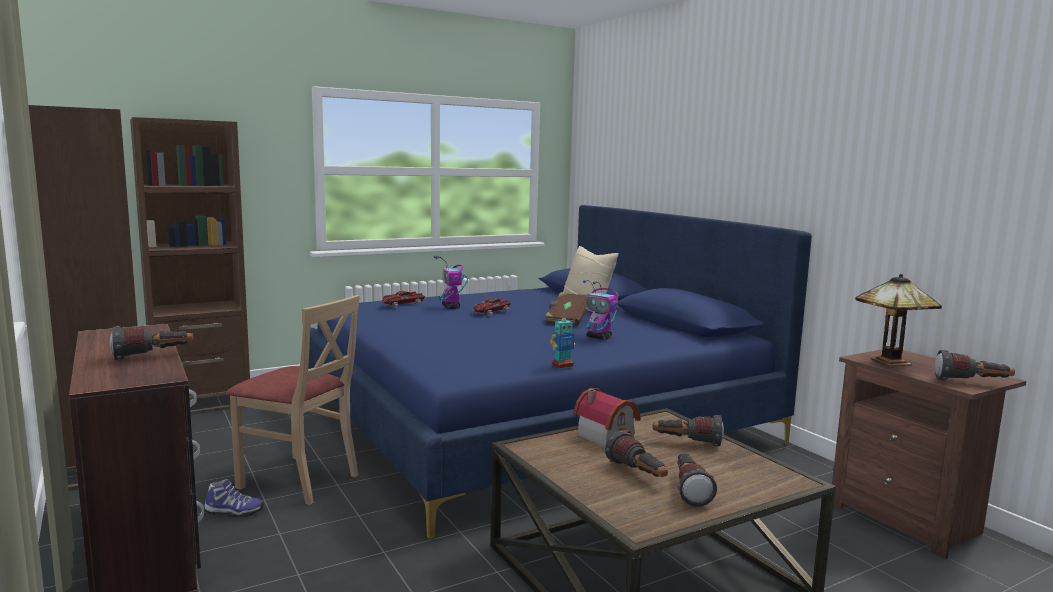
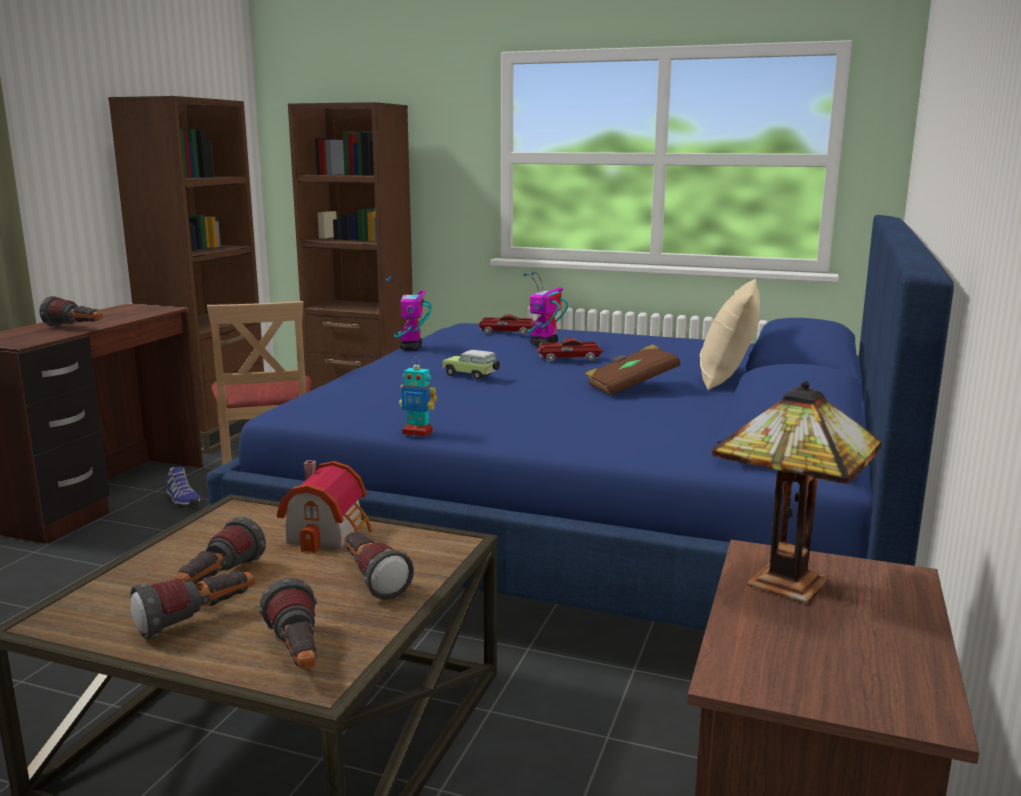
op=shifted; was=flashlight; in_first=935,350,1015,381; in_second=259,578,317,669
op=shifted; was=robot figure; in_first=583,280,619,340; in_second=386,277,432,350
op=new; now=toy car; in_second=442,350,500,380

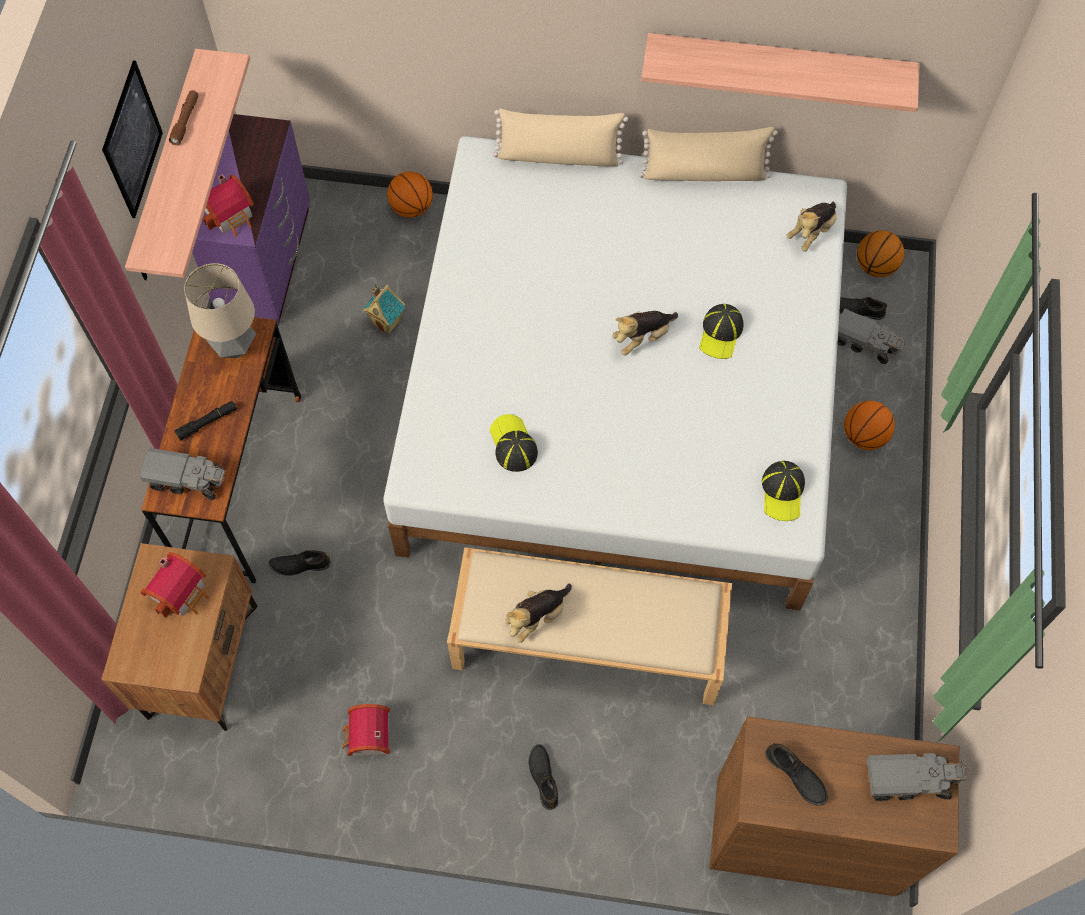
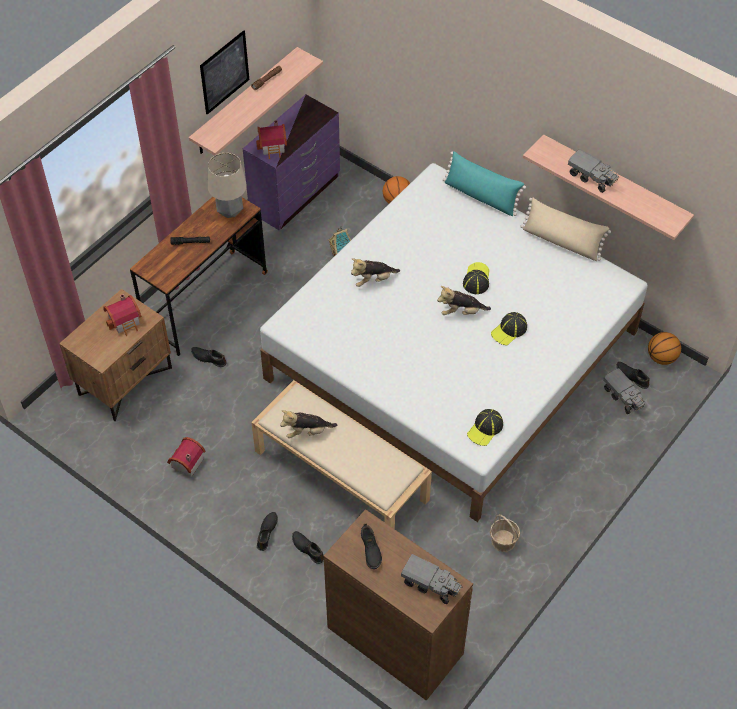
op=new; now=low shoe (blackish); in_second=292,531,324,564
op=shifted; was=cuddly toy; in_first=786,202,837,252; in_second=351,258,400,287
op=repainted; was=cushion (beige-coloured); now=cushion (blue-green); in_first=493,109,628,167; in_second=443,151,526,216
op=shifted; was=baseball cap; in_first=489,414,538,472; in_second=463,262,490,294
op=new; now=basket; in_second=490,514,520,552
op=shifted; was=model truck; in_first=140,448,227,500; in_second=568,149,620,193
op=gone; was=basketball ball; in_first=844,401,895,450

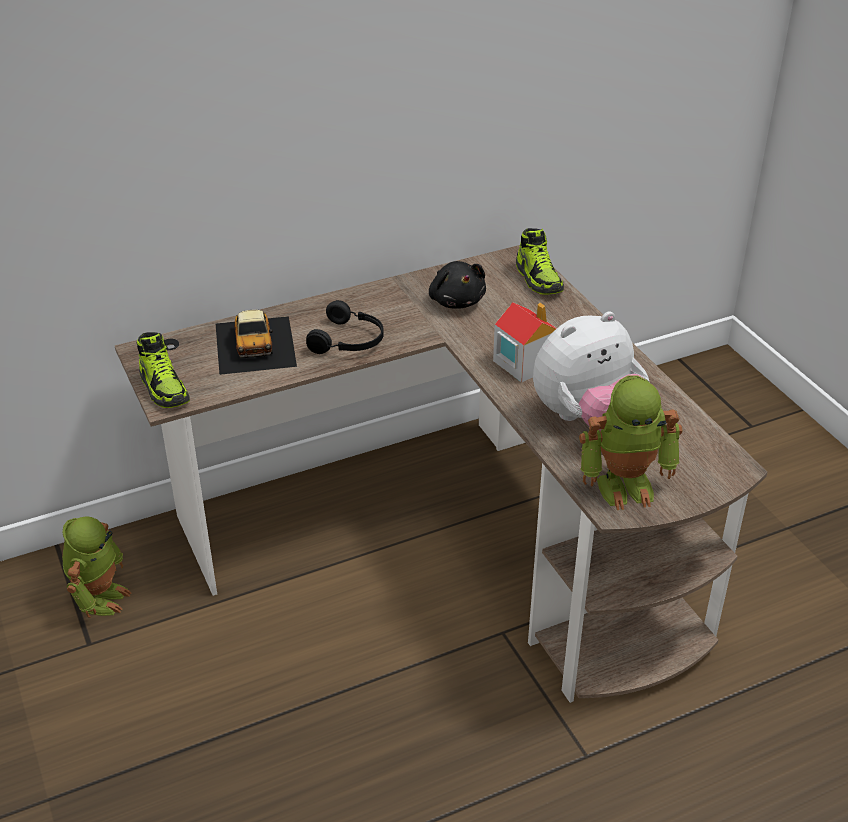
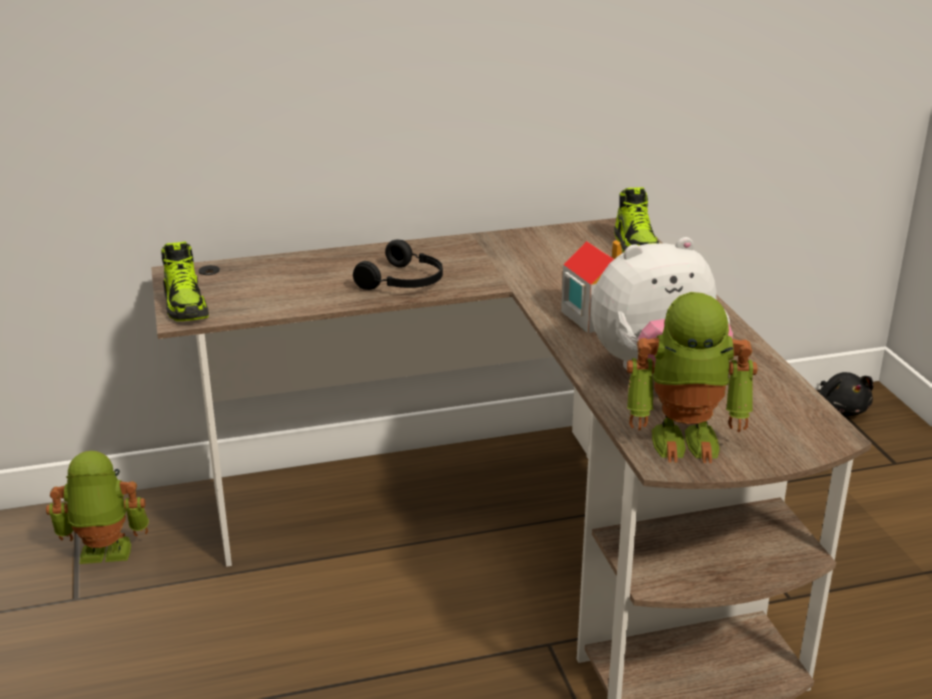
op=rotated; was=robot figure; in_first=62,517,131,618; in_second=46,451,149,564; clockwise=-120
op=shifted; was=cuddly toy (blackish); in_first=429,261,486,309; in_second=819,372,873,416
op=gone; was=toy car; in_first=216,310,297,375

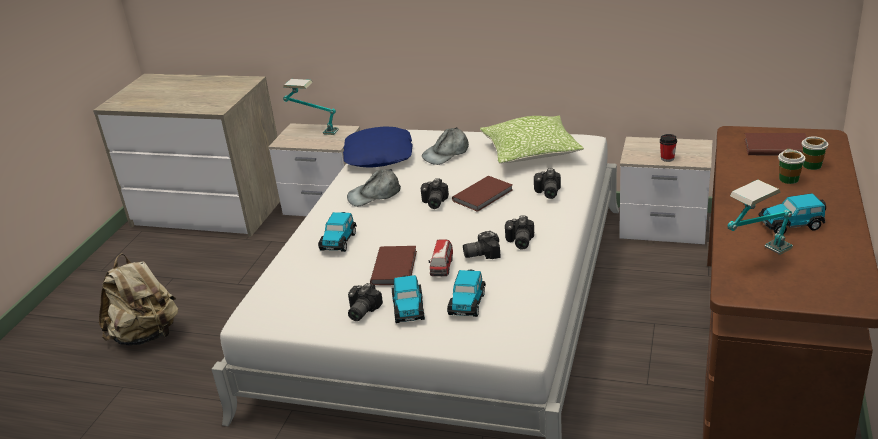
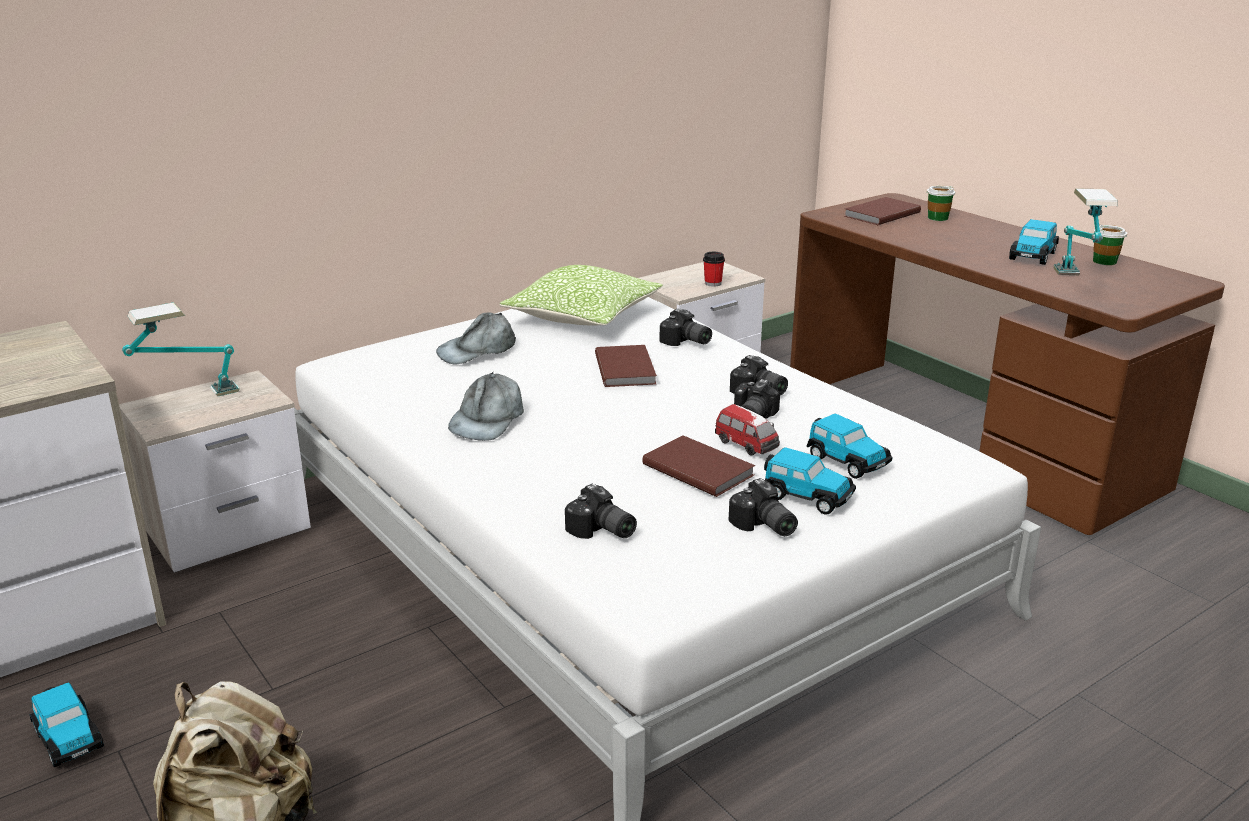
op=shifted; was=toy car; in_first=318,212,357,252; in_second=29,682,104,767
op=rotated; was=baseball cap (greyish); in_first=422,127,469,165; in_second=436,312,516,365; clockwise=60
op=shifted; was=still camera; in_first=421,178,449,209; in_second=565,484,637,539
op=shifted; was=drinking cup; in_first=778,149,805,184; in_second=1093,224,1127,265
op=gone; was=cushion (blue-coloured); in_first=343,126,413,168

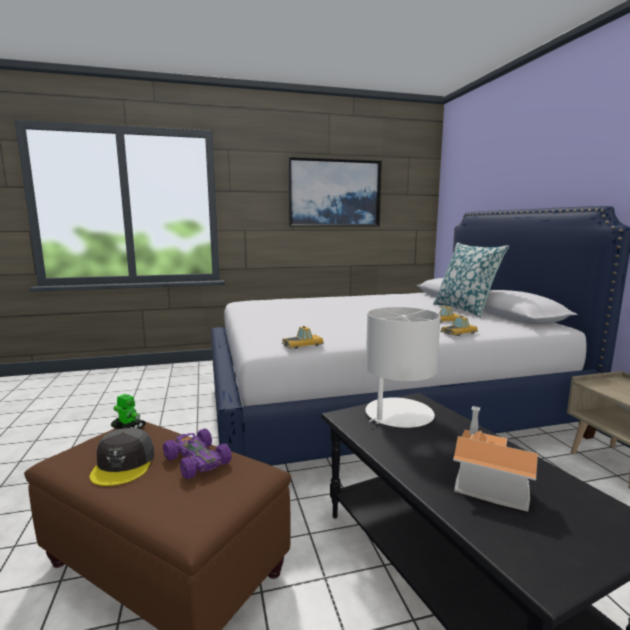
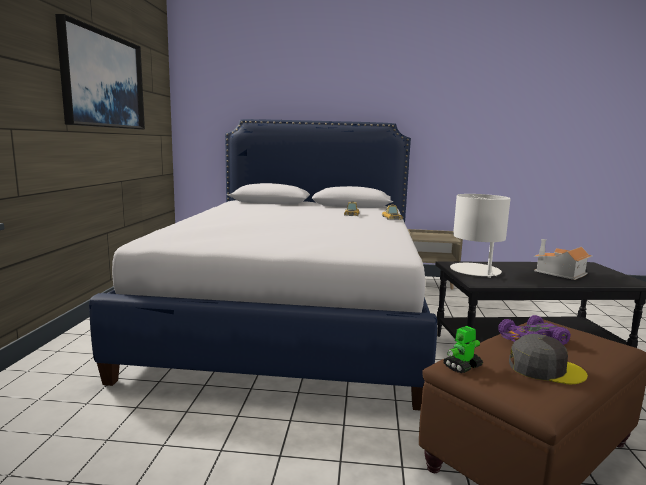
op=gone; was=toy car; in_first=282,326,324,349
op=gone; was=cushion; in_first=433,243,509,318

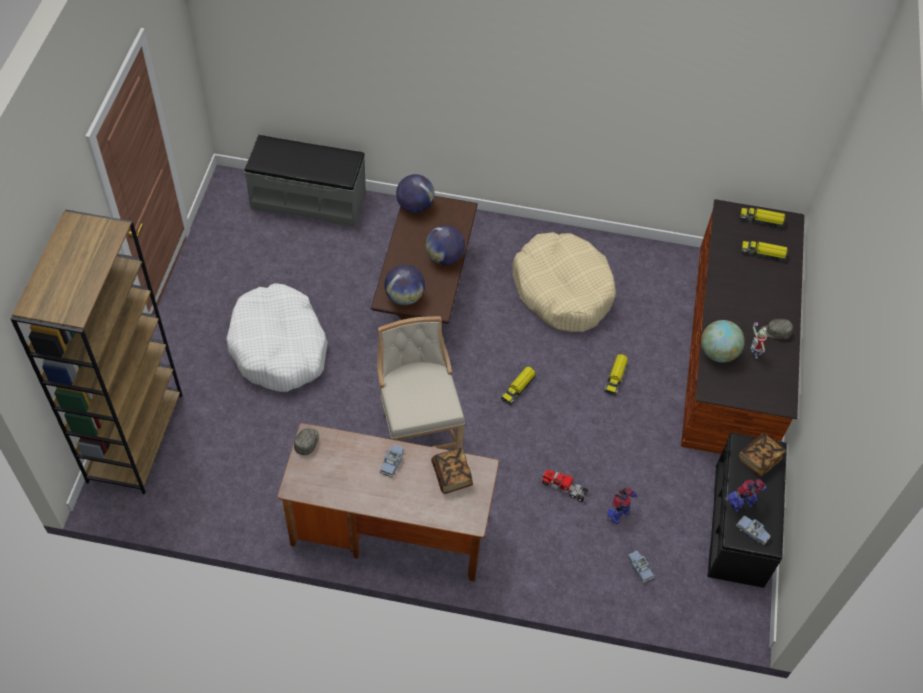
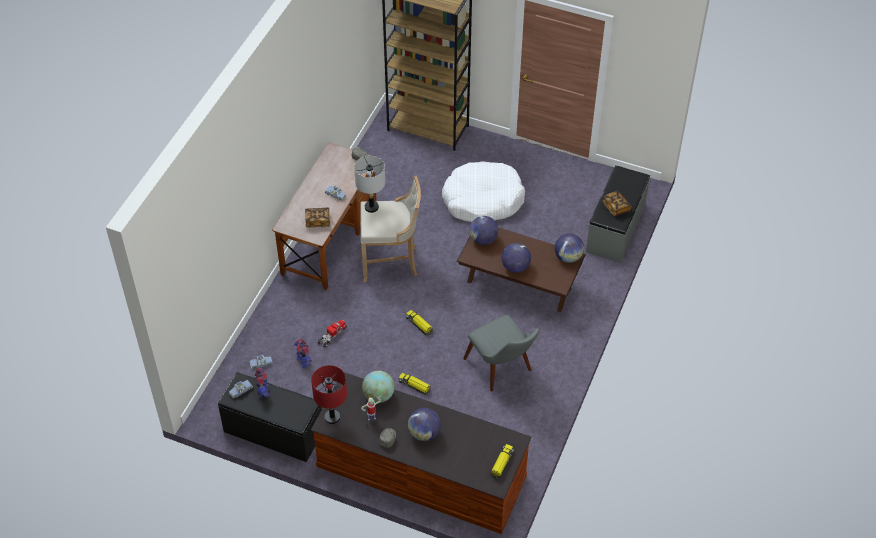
op=new; now=tabletop lamp (reddish); in_second=311,365,347,424
op=new; now=tabletop lamp (greyish); in_second=354,155,385,213
op=new; now=world globe; in_second=408,408,441,441
op=swapped; was=dog bed (beige-coloured); now=upright chair (greyish); in_first=512,232,616,332; in_second=463,315,539,391
op=shifted; was=bound book; in_first=738,433,786,476; in_second=602,191,632,216
op=gone; was=model truck; in_first=741,240,788,261

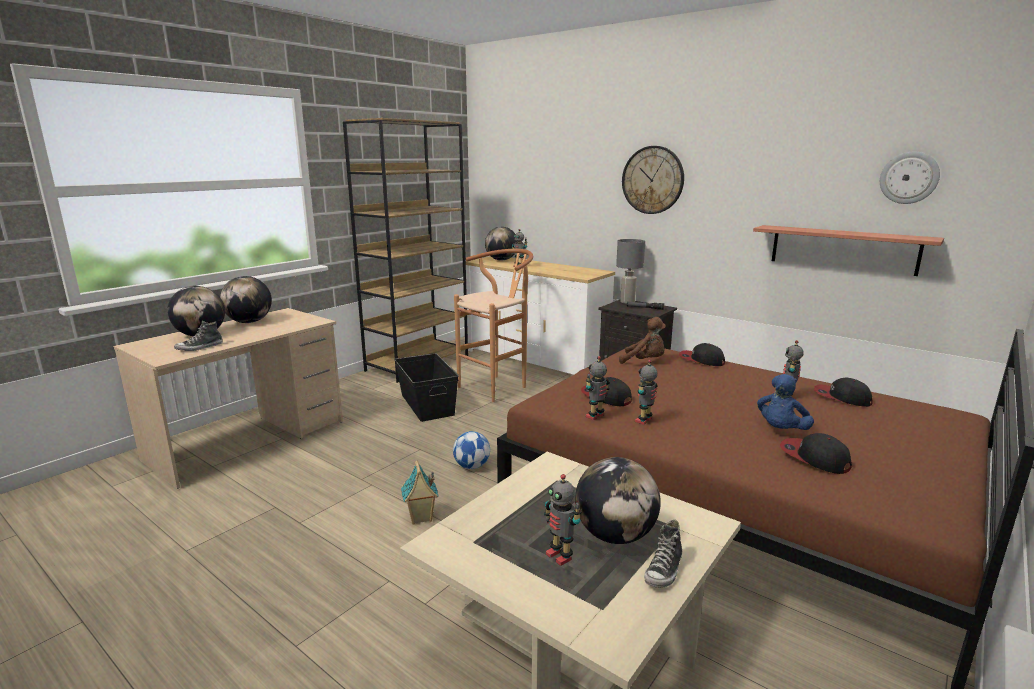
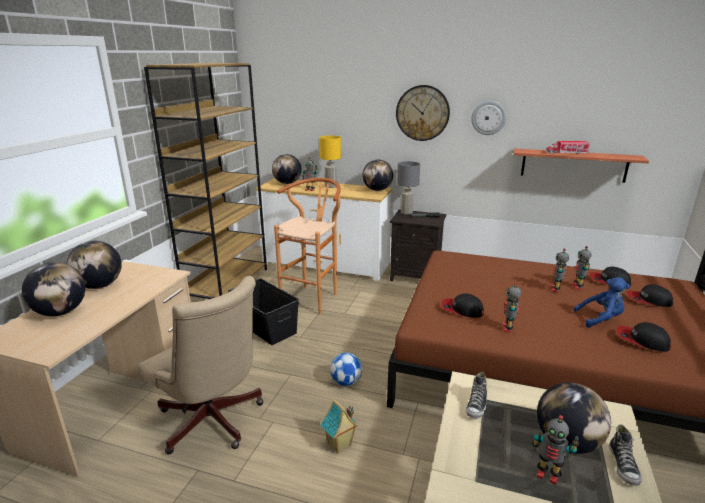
op=new; now=computer chair (beige-coloured); in_second=138,276,264,454
op=new; now=tabletop lamp (yellow-coloured); in_second=319,135,341,188
op=new; now=world globe; in_second=362,160,393,191
op=shifted; was=low shoe; in_first=174,321,223,351; in_second=466,372,487,418
op=shifted; was=clock on the wall; in_first=880,152,940,204; in_second=471,101,506,135
op=new; now=model truck; in_second=545,141,590,154
op=shifted; was=robot figure; in_first=586,356,610,420; in_second=551,249,569,292
op=rotated; was=cuddly toy (blue-coloured); in_first=757,374,814,430; in_second=573,277,630,328; clockwise=-105
op=shifted; was=baseball cap; in_first=679,343,725,366; in_second=627,284,673,307
op=gone; was=cuddly toy (brown); in_first=619,317,666,364

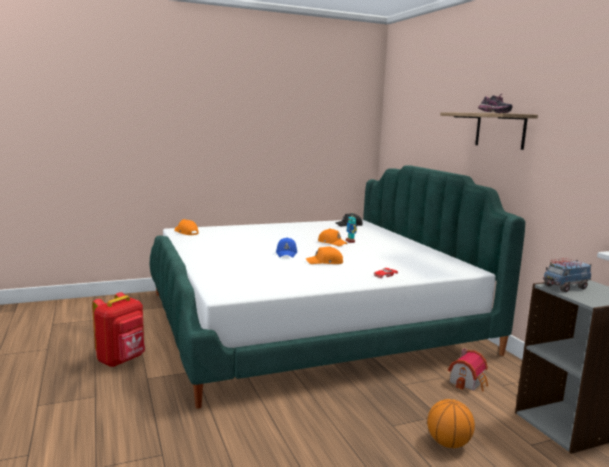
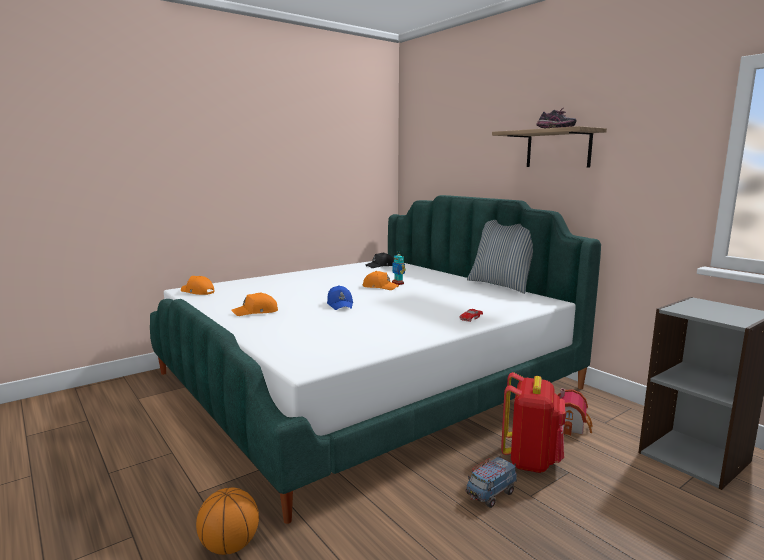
op=shifted; was=basketball ball; in_first=427,399,475,448; in_second=196,488,259,555
op=shifted; was=baseball cap (orange-coloured); in_first=306,246,343,264; in_second=232,292,278,316
op=shifted; was=model truck; in_first=543,258,592,292; in_second=466,456,517,508
op=new; now=cushion; in_second=467,220,533,294
op=shifted; was=rucksack (reddish); in_first=92,292,145,367; in_second=501,372,565,473

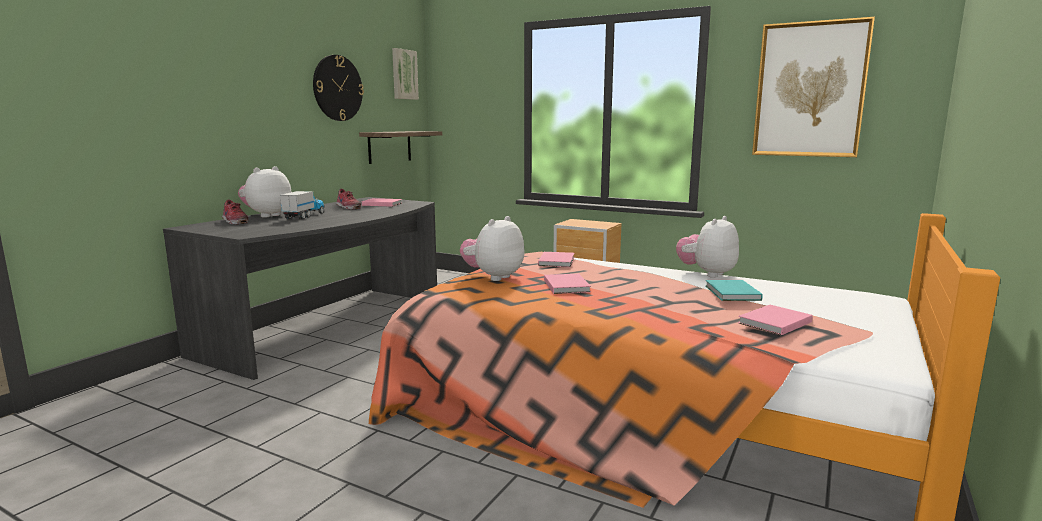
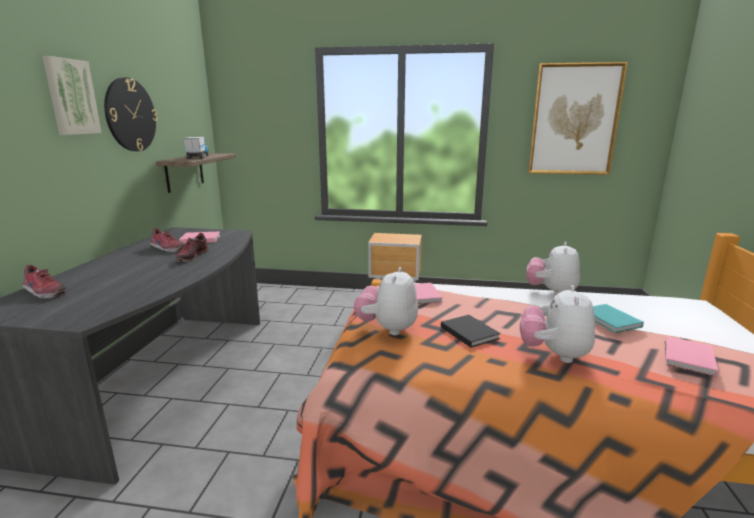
op=shifted; was=picture; in_first=392,48,419,100; in_second=42,56,102,135
op=new; now=low shoe; in_second=175,233,209,262
op=shifted; was=model truck; in_first=280,191,324,219; in_second=183,137,209,159
op=repainted; was=bound book (pink-coloured); now=bound book (blackish); in_first=544,274,591,294; in_second=441,315,501,348
op=shifted; was=cuddly toy; in_first=238,166,291,218; in_second=520,285,595,363

